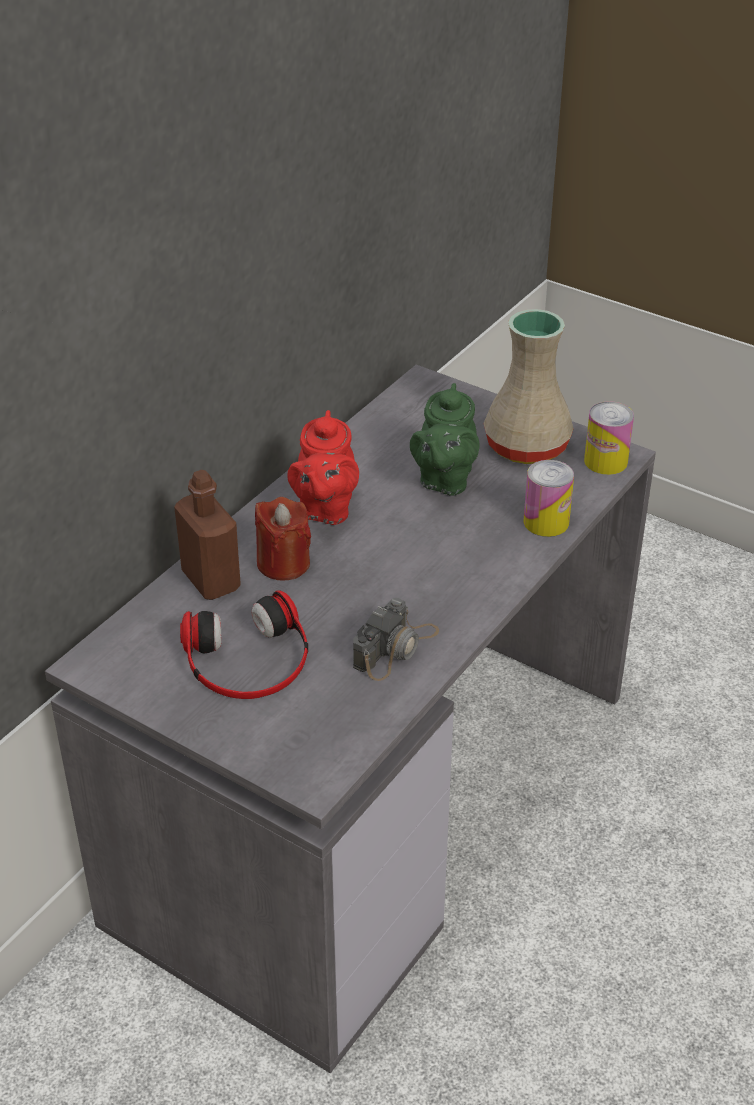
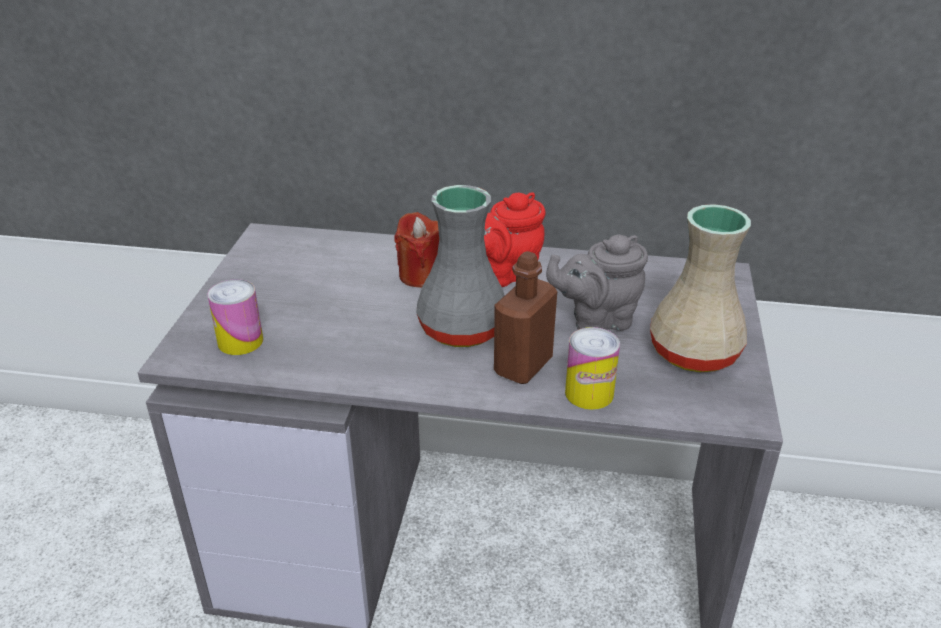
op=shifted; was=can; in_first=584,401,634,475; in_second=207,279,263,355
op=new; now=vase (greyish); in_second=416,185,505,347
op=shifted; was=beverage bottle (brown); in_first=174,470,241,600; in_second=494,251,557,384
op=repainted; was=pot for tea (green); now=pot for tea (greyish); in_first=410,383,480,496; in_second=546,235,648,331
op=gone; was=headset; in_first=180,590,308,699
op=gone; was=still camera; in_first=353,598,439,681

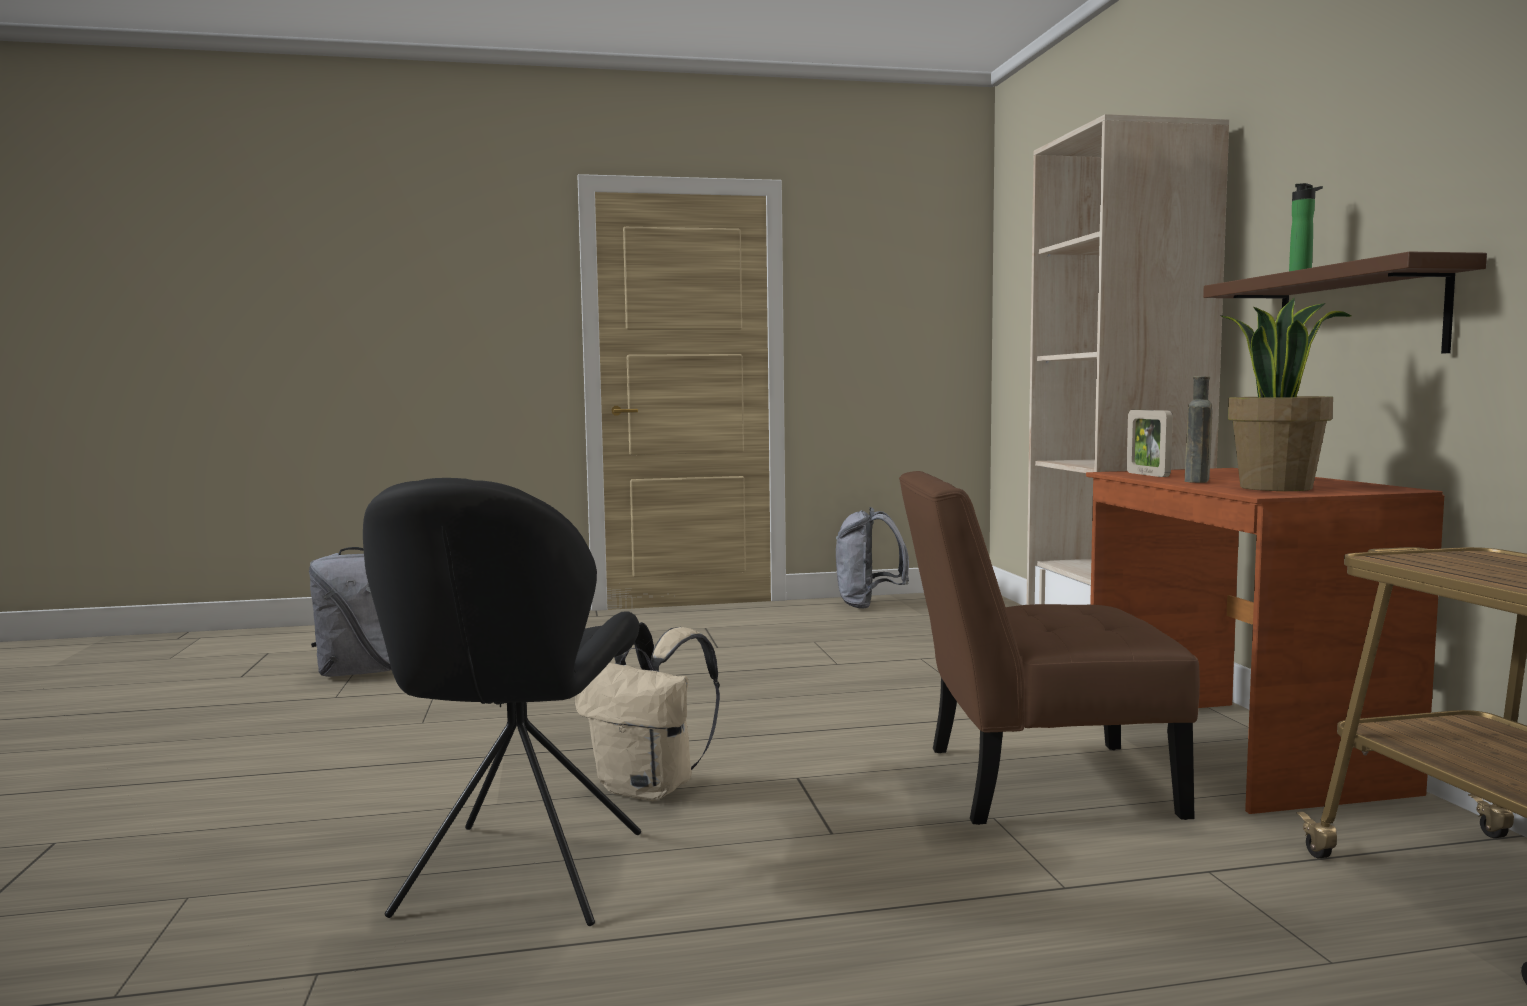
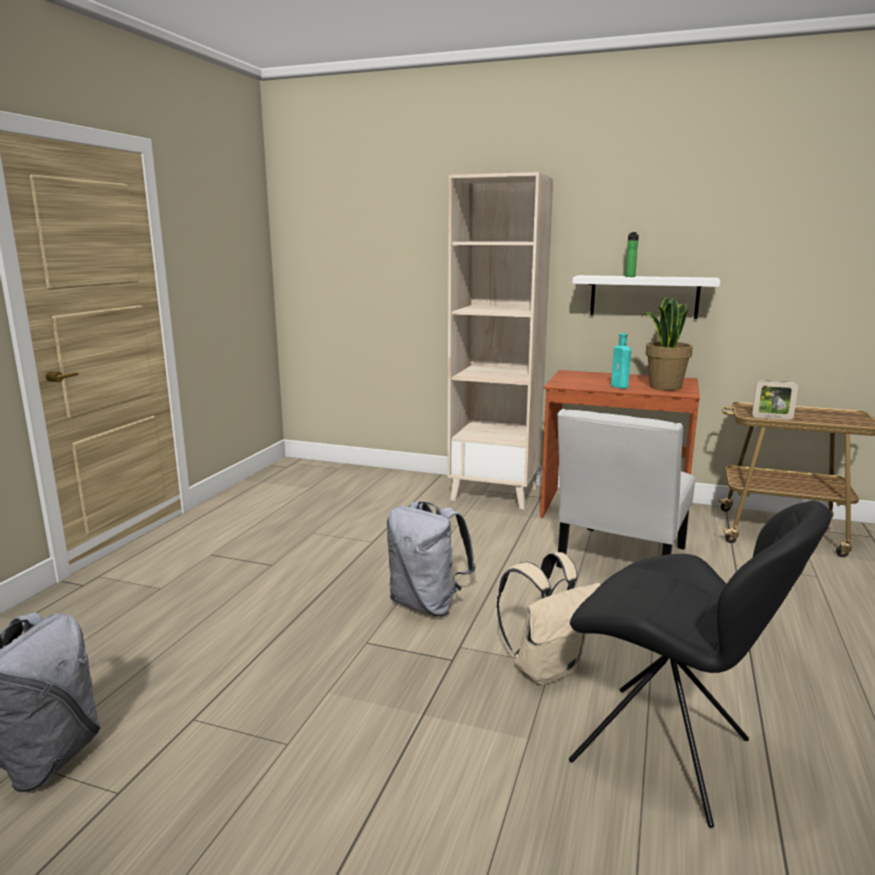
op=shifted; was=rucksack (greyish); in_first=836,507,909,608; in_second=387,501,476,616
op=repainted; was=upright chair (brown); now=upright chair (whitish); in_first=899,471,1200,825; in_second=556,409,695,568
op=repainted; was=shelf (brown); now=shelf (whitish); in_first=1203,251,1487,353; in_second=572,275,720,319
op=repainted; was=beverage bottle (brown); now=beverage bottle (blue-green); in_first=1185,376,1213,483; in_second=611,333,631,389
op=shifted; was=picture frame; in_first=1127,410,1173,477; in_second=752,380,798,420

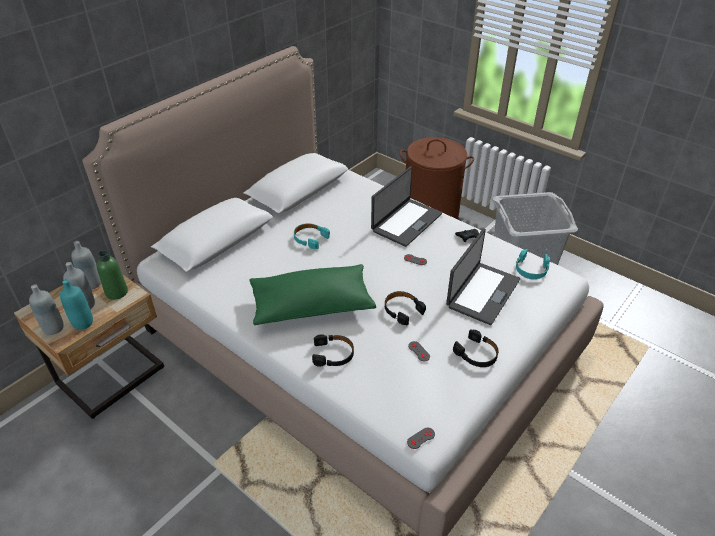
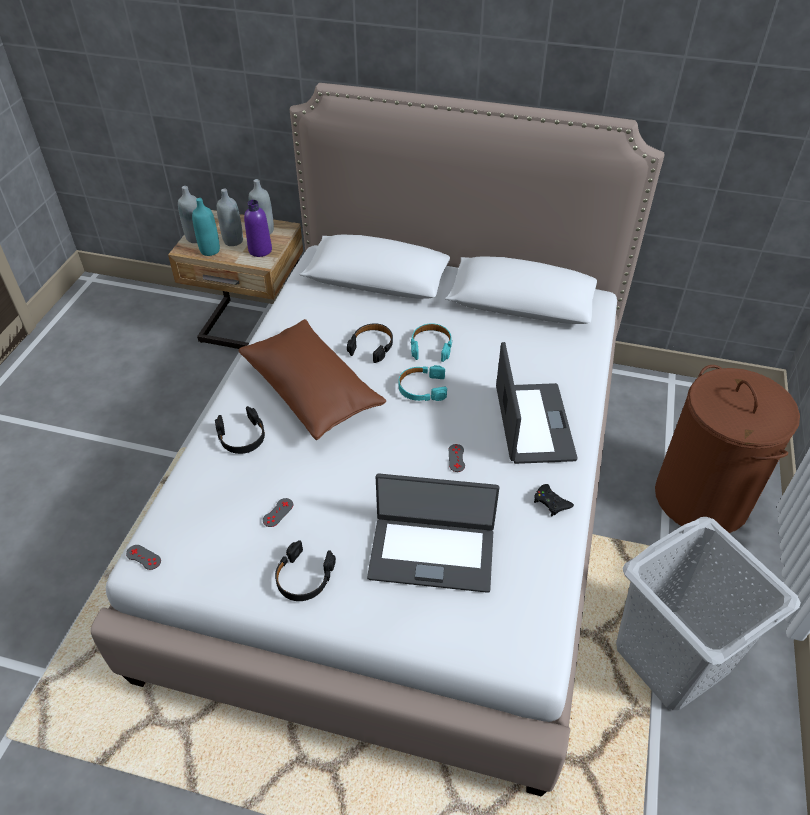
op=repainted; was=cushion (green); now=cushion (brown); in_first=249,264,376,325; in_second=238,319,386,440
op=repainted; was=beverage bottle (green); now=beverage bottle (purplish); in_first=97,251,128,300; in_second=244,200,272,257
op=shifted; was=headset (blackish); in_first=385,291,426,325; in_second=347,323,393,363
op=shifted; was=headset (blue-green); in_first=516,249,550,279; in_second=399,365,447,401
op=rotated; was=laptop; in_first=371,166,442,247; in_second=496,342,577,464; clockwise=-105

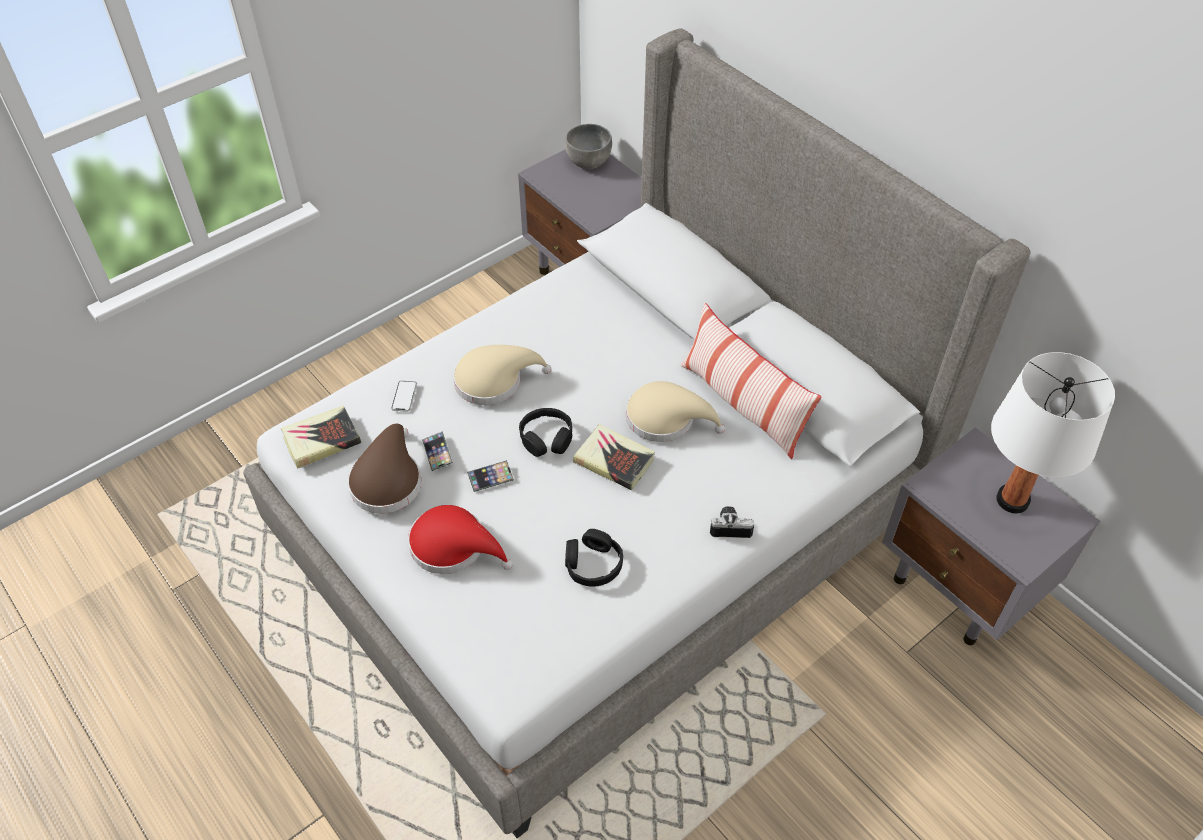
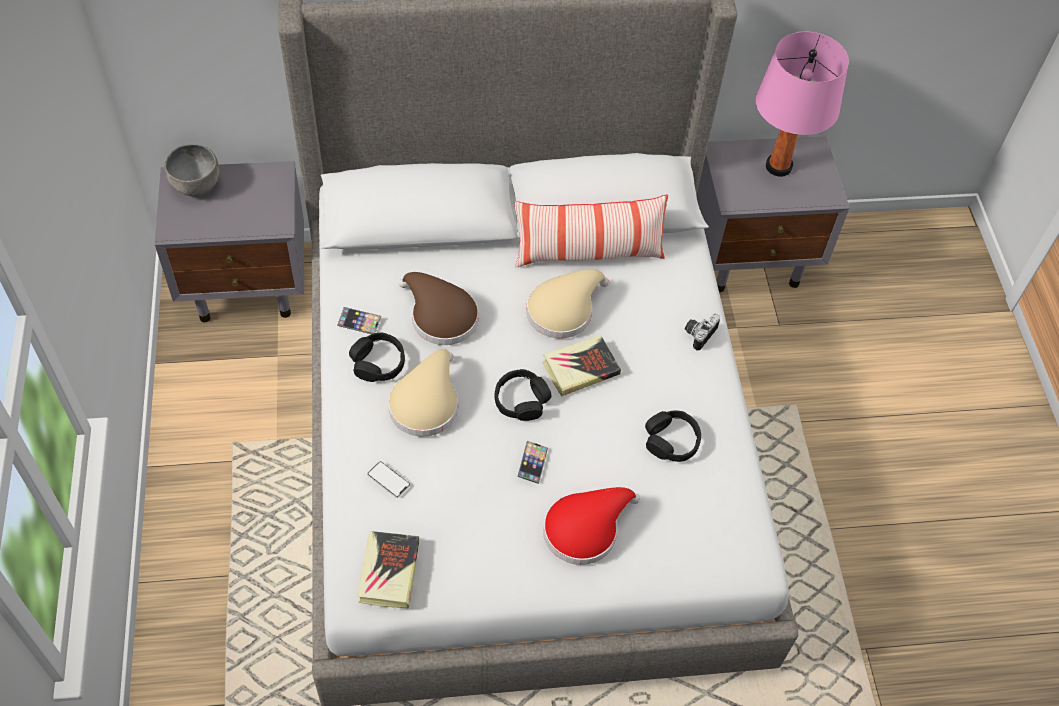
op=shifted; was=telephone; in_first=422,431,453,471; in_second=337,307,381,334
op=new; now=headset (blackish); in_second=349,332,405,382
op=shifted; was=hat (brown); in_first=348,424,421,514; in_second=399,272,479,345
op=repainted; was=tabletop lamp (whitish); now=tabletop lamp (pink-coloured); in_first=991,352,1115,513; in_second=756,32,849,177

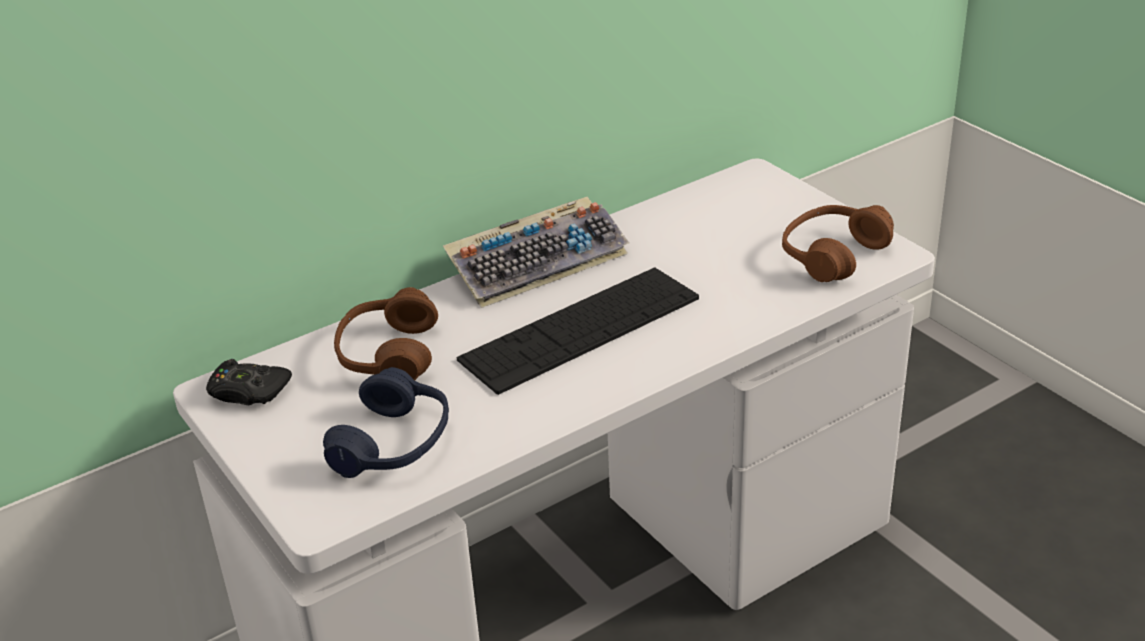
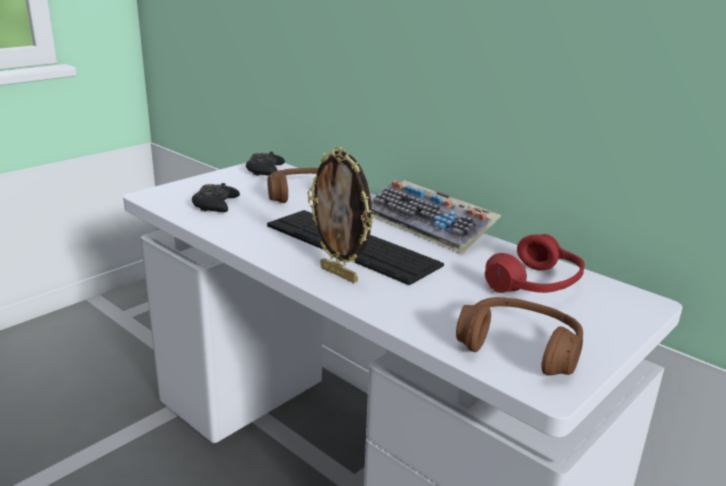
op=swapped; was=headset (blue-coloured); now=joypad (blackish); in_first=323,367,449,478; in_second=192,183,240,212
op=new; now=picture frame; in_second=307,147,374,283
op=new; now=headset (reddish); in_second=485,234,585,293

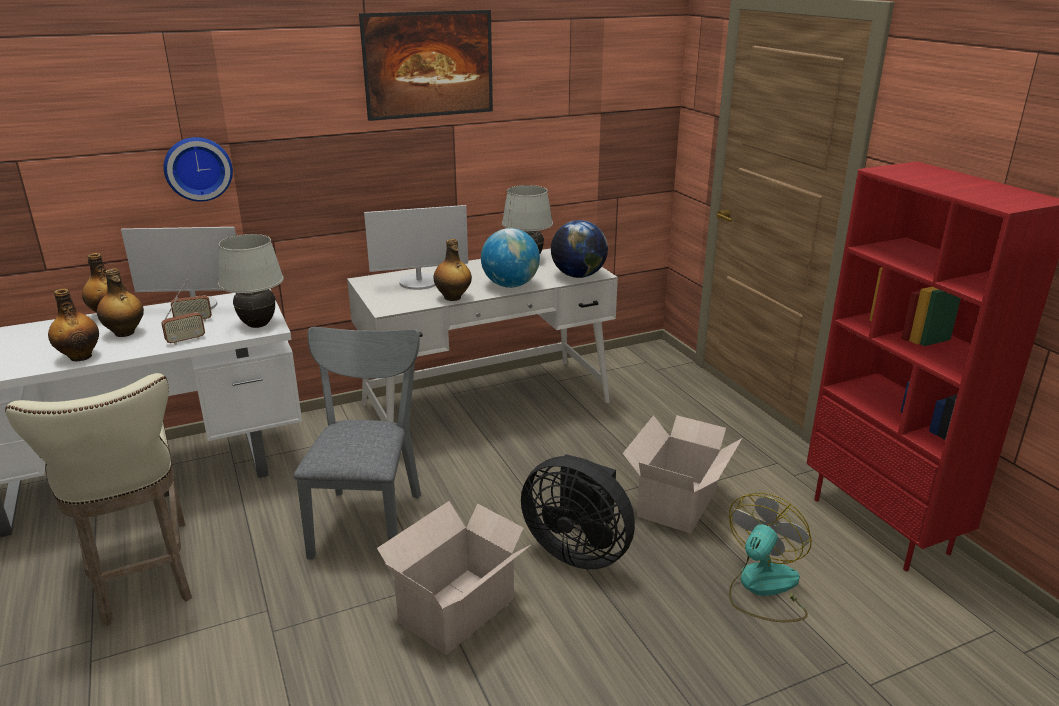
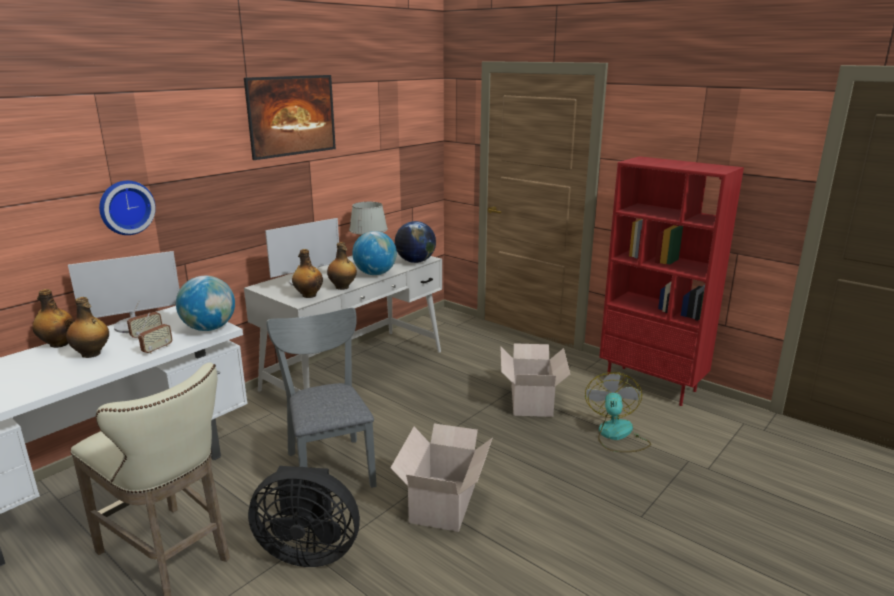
op=swapped; was=tabletop lamp (whitish); now=world globe; in_first=218,234,284,328; in_second=176,276,235,331
op=shifted; was=fan (blackish); in_first=521,454,635,569; in_second=248,466,360,567
op=shifted; was=beverage bottle; in_first=48,289,99,361; in_second=292,249,323,298

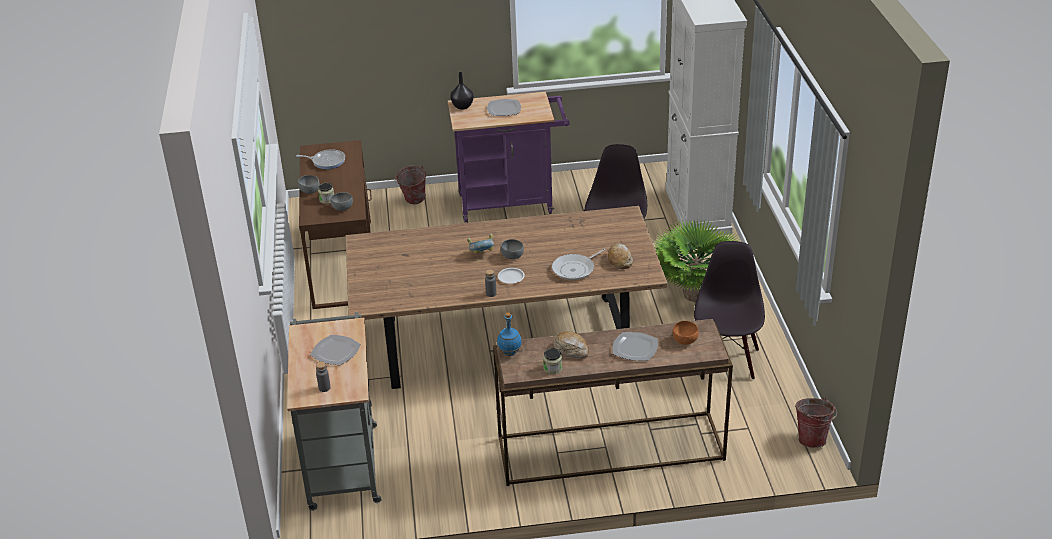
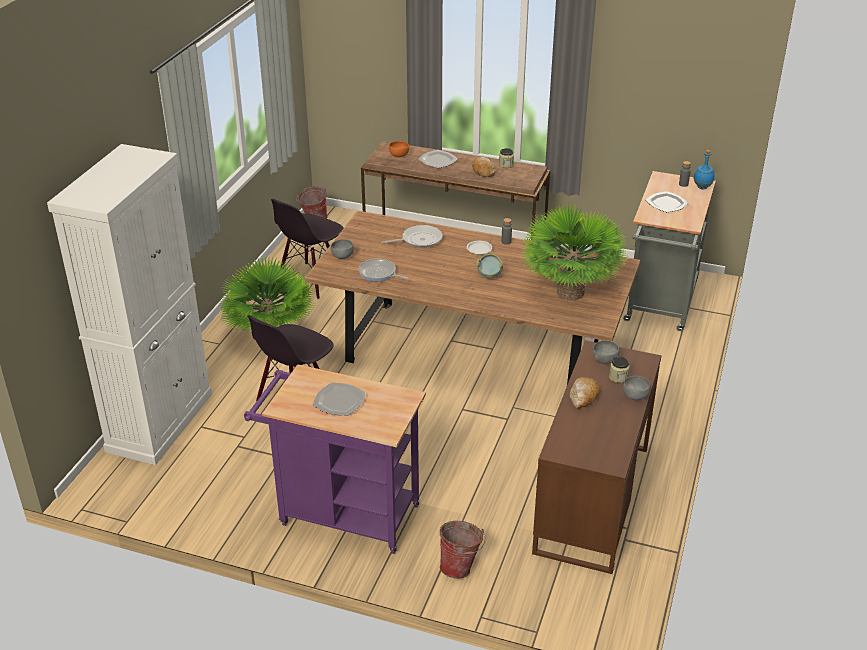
op=shifted; was=deep dish (greyish); in_first=500,239,524,259; in_second=331,239,354,259
op=shifted; was=skillet; in_first=296,149,345,169; in_second=359,258,408,281
op=new; now=potted plant; in_second=520,202,626,301
op=shifted; was=bakery bread; in_first=608,243,633,269; in_second=569,377,600,409
op=shifted; was=beverage bottle (blue-coloured); in_first=497,312,522,356; in_second=693,150,715,189
op=gone; was=vase (blackish); in_first=450,72,474,110

